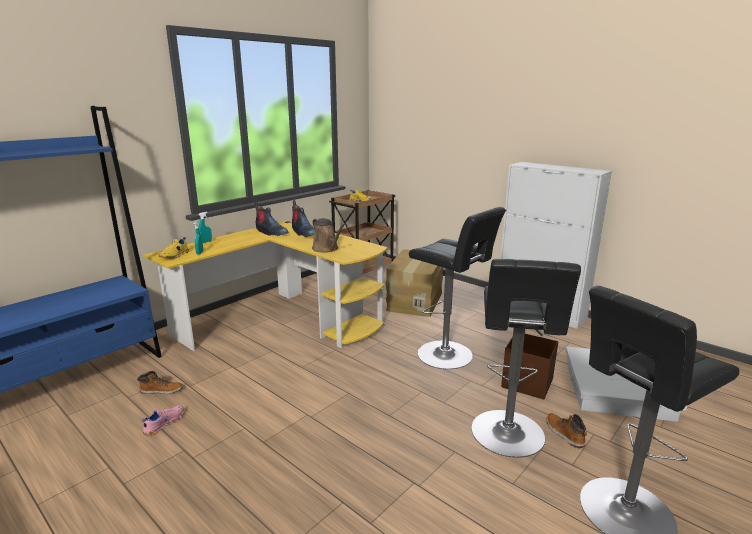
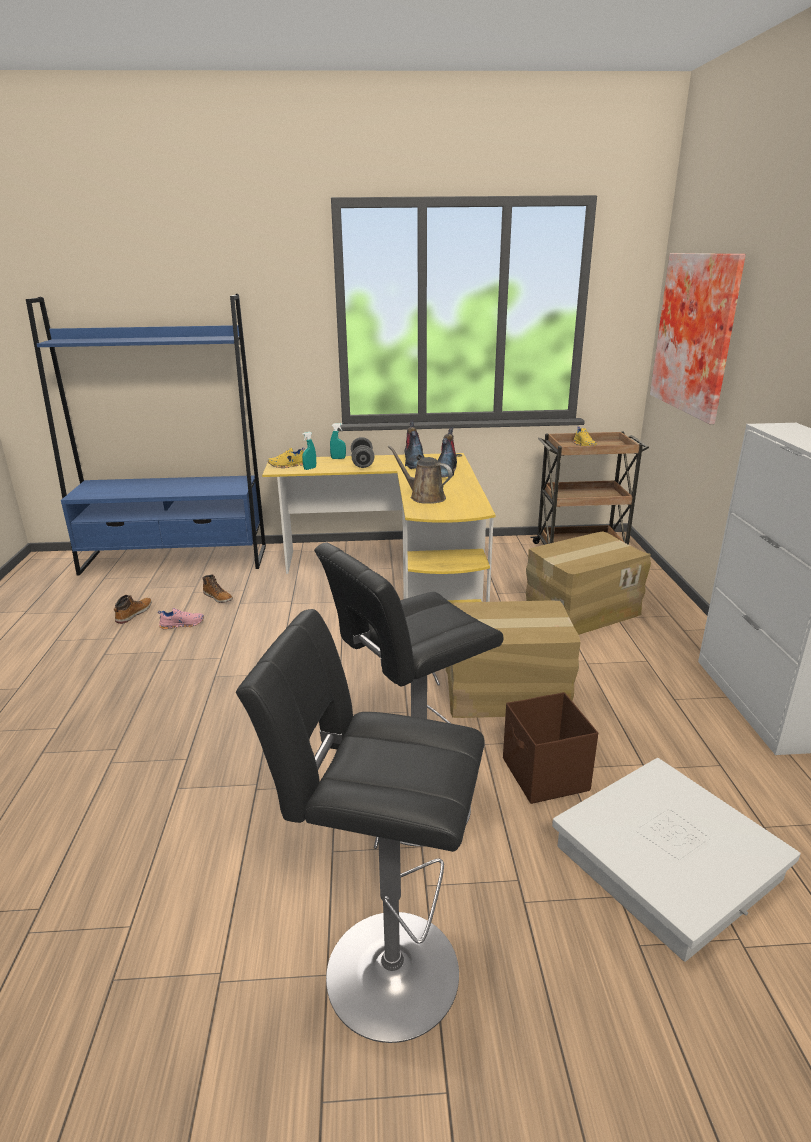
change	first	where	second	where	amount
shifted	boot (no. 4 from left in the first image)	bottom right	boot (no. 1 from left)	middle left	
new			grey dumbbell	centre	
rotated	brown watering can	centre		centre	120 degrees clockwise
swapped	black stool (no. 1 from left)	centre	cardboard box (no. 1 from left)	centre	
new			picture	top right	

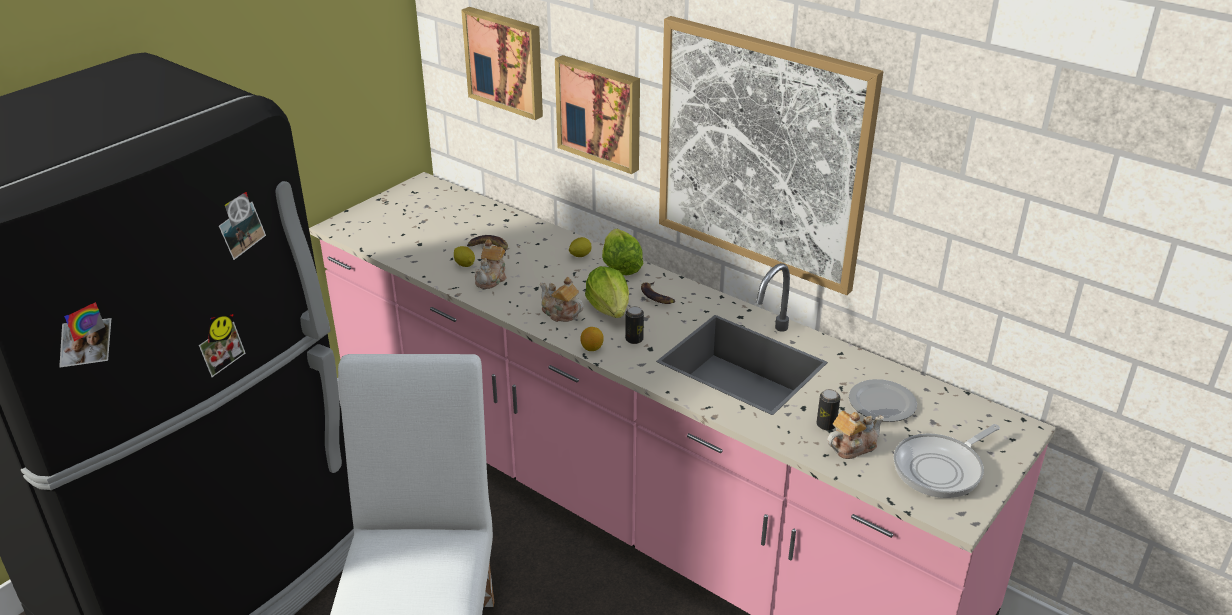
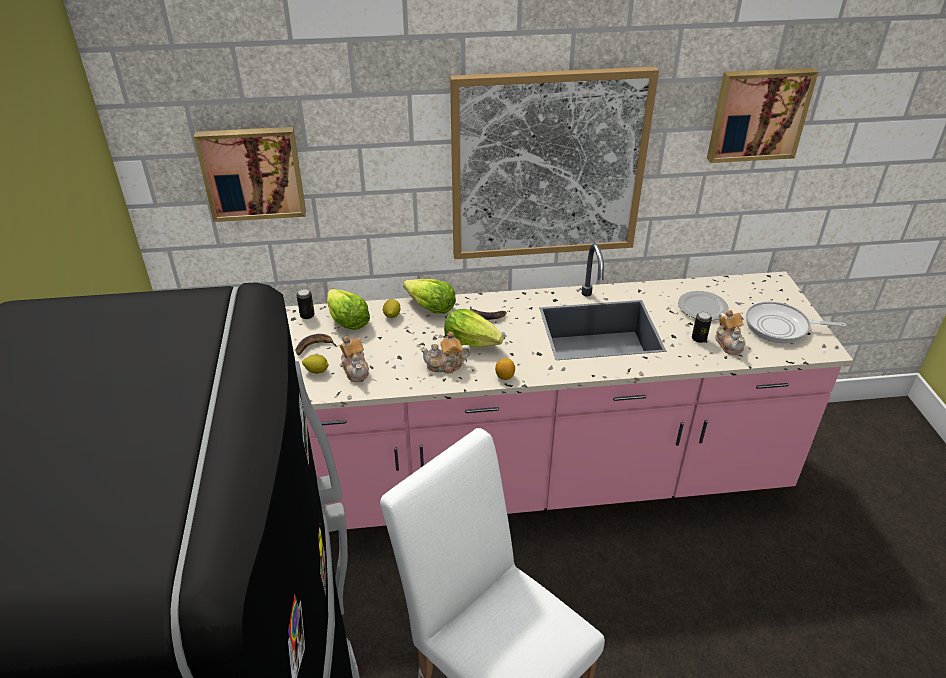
change	first	where	second	where	amount
shifted	can (no. 1 from left)	centre		middle left	
new			lettuce (no. 1 from left)	centre	
shifted	picture (no. 2 from left in the first image)	top centre	picture (no. 3 from left)	top right	
rotated	teapot (no. 3 from left)	bottom right		middle right	150 degrees clockwise
rotated	frying pan	bottom right		middle right	90 degrees clockwise

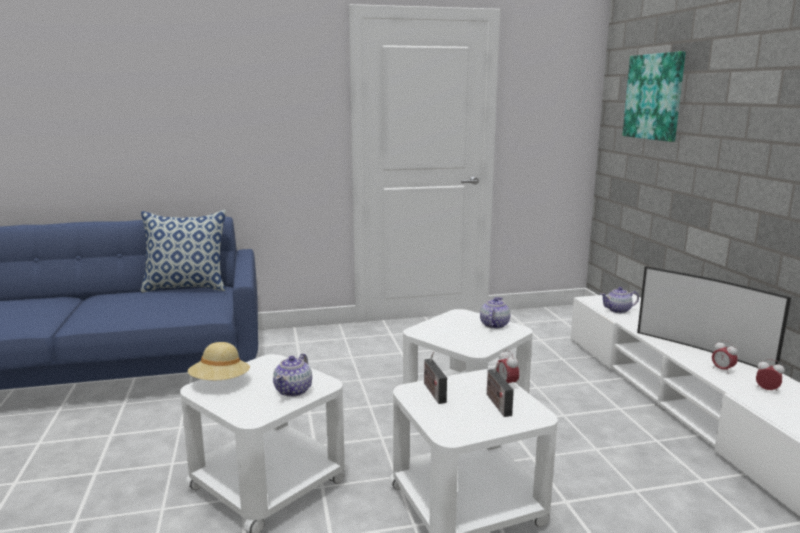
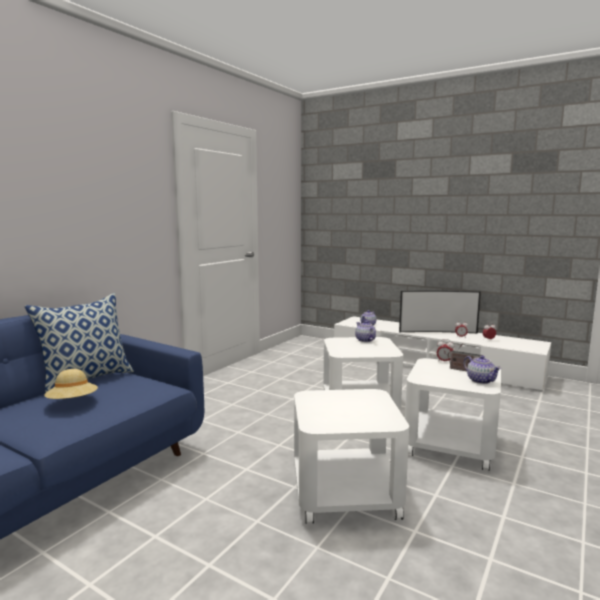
change	first	where	second	where	amount
shifted	beige hat	bottom left		middle left	
shifted	teapot (no. 1 from left in the first image)	bottom centre	teapot (no. 3 from left)	middle right	
gone	radio (no. 1 from left)	bottom centre			
gone	picture	top right			

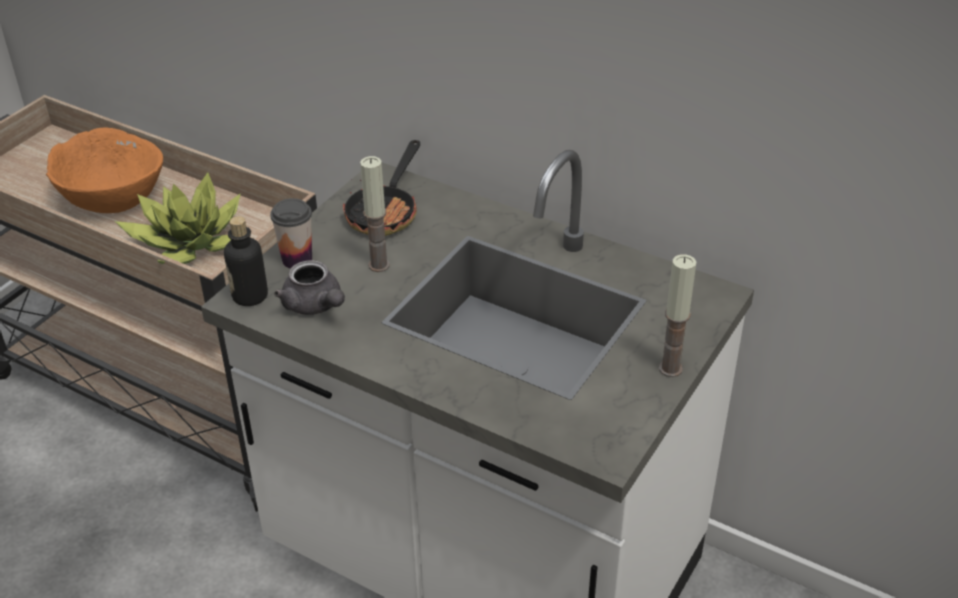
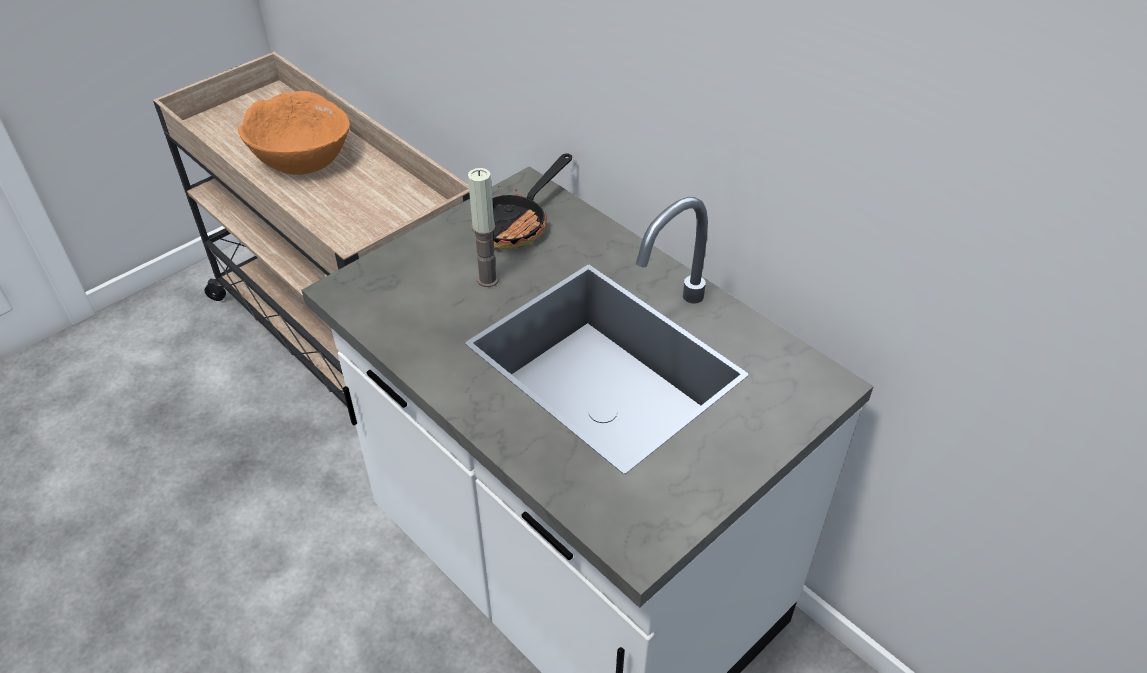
change	first	where	second	where	amount
gone	potted plant	middle left			
gone	bottle	middle left			
gone	cup	middle left			
gone	grey teapot	middle left			
gone	candle (no. 2 from left)	middle right			

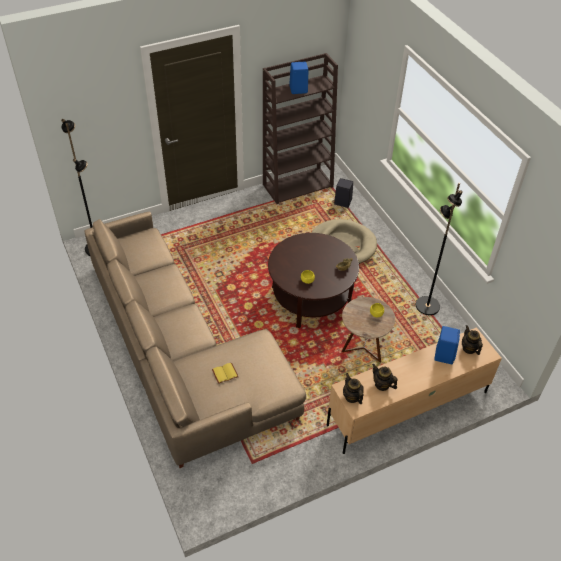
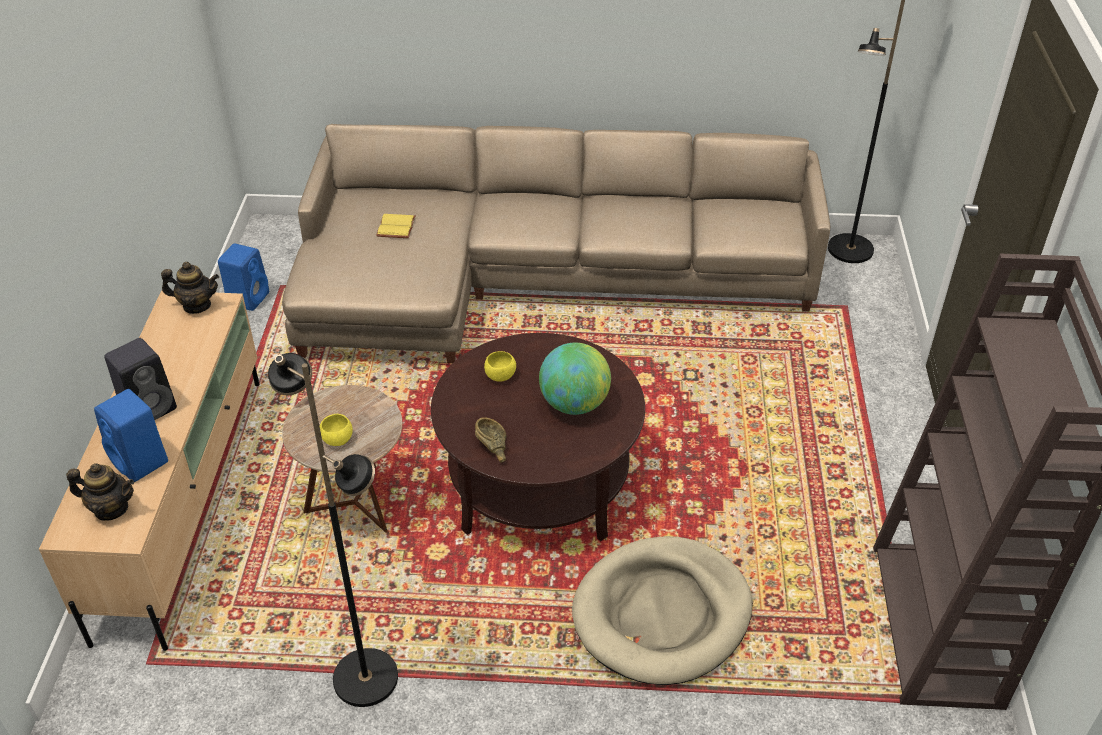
change	first	where	second	where	amount
shifted	black speaker	centre		middle left	
shifted	blue speaker (no. 1 from left in the first image)	top centre	blue speaker (no. 2 from left)	middle left	
new			globe	centre	
gone	teapot (no. 2 from left)	bottom right			

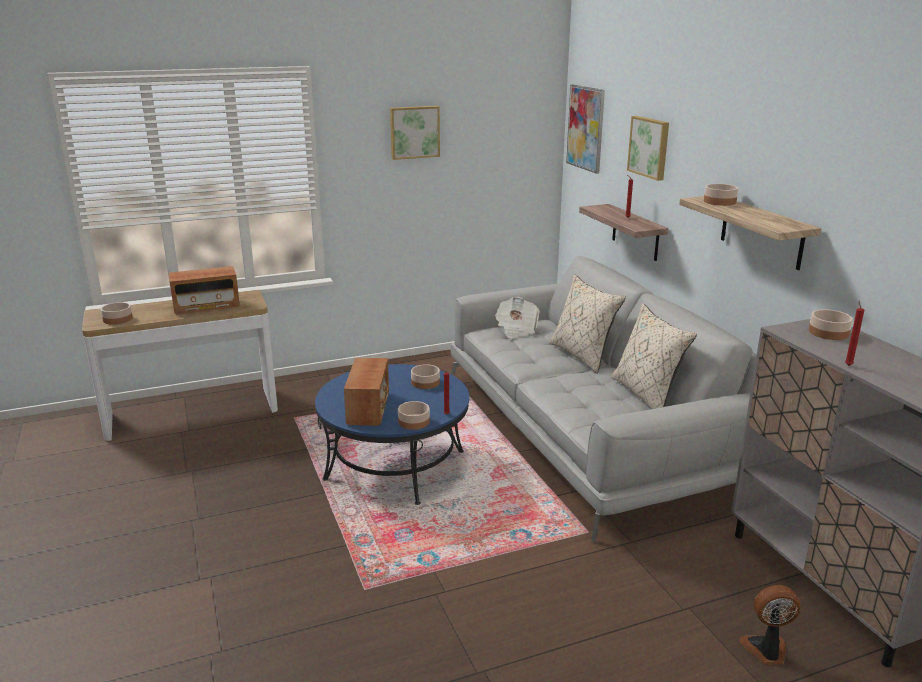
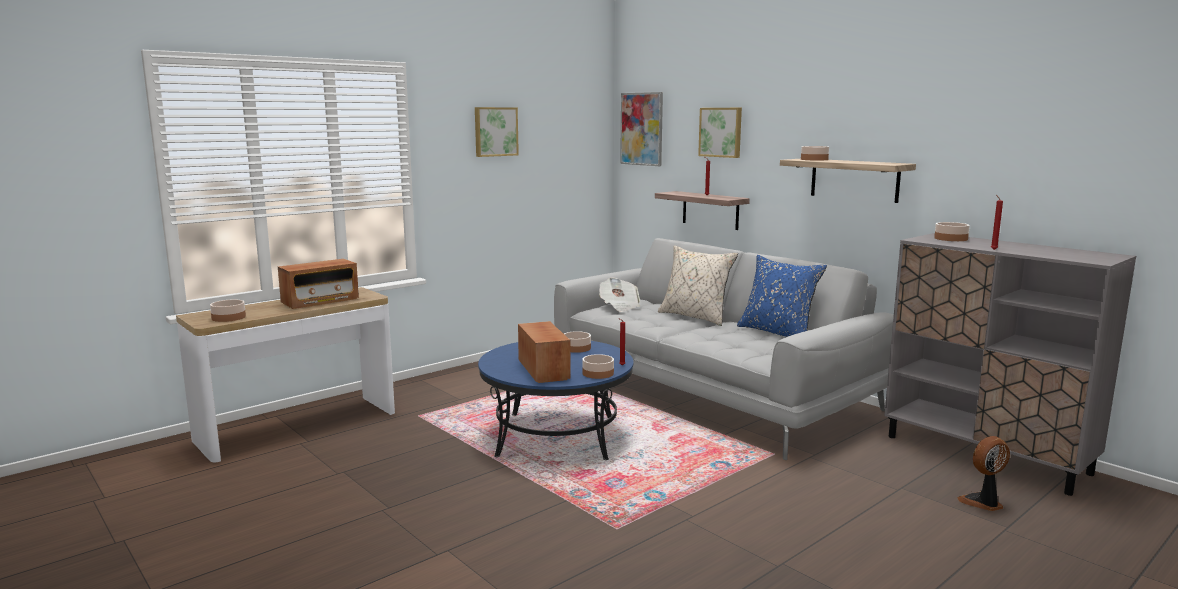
change	first	where	second	where	amount
repainted	beige pillow (no. 2 from left)	middle right	blue pillow	centre	

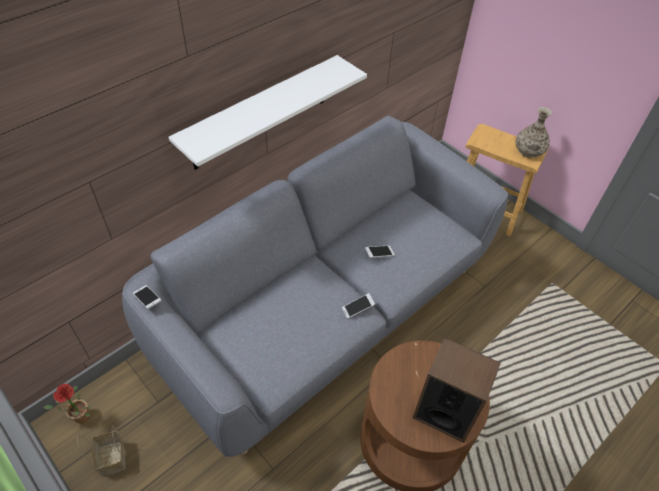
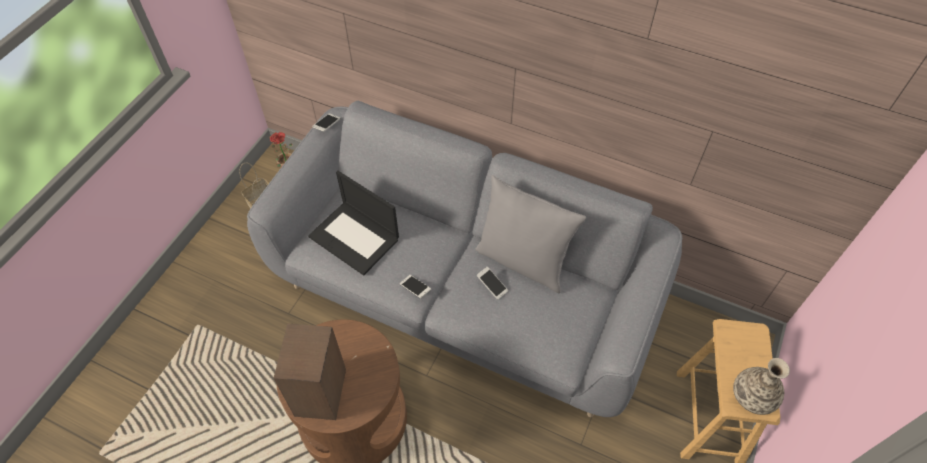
change	first	where	second	where	amount
new			laptop	centre	
new			grey pillow	centre	
gone	white shelf	top centre			

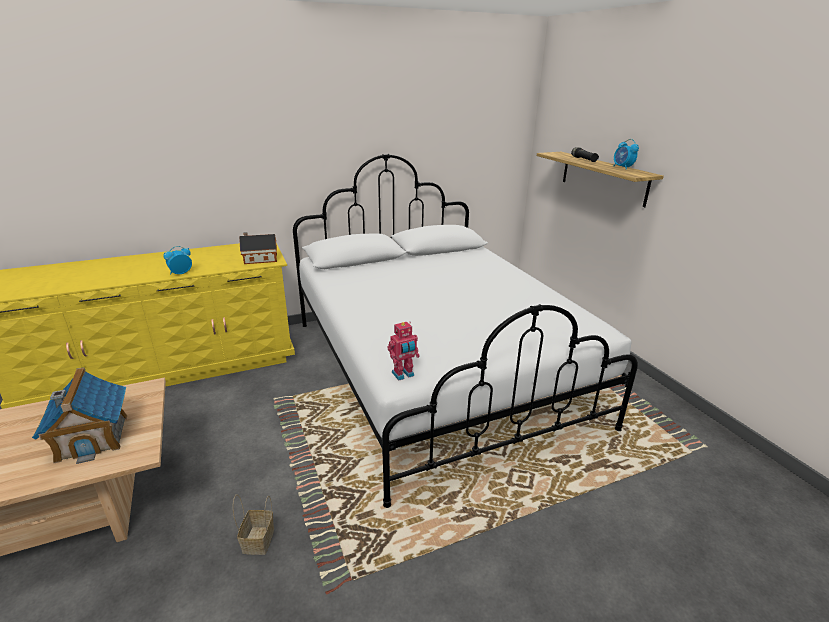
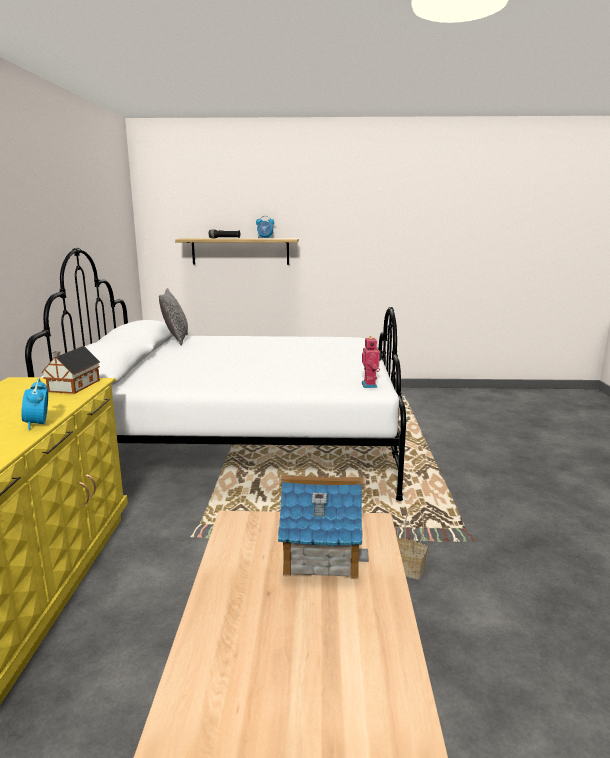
change	first	where	second	where	amount
new			pillow	middle left	

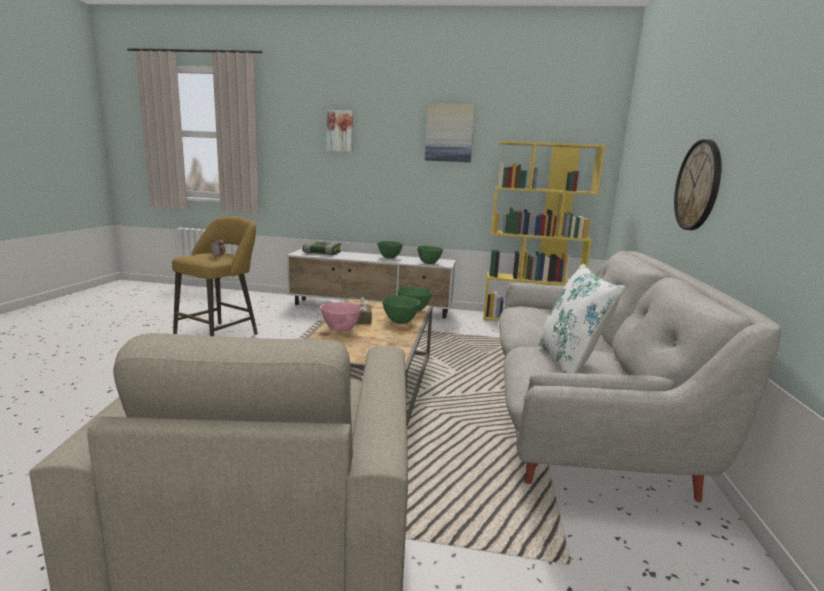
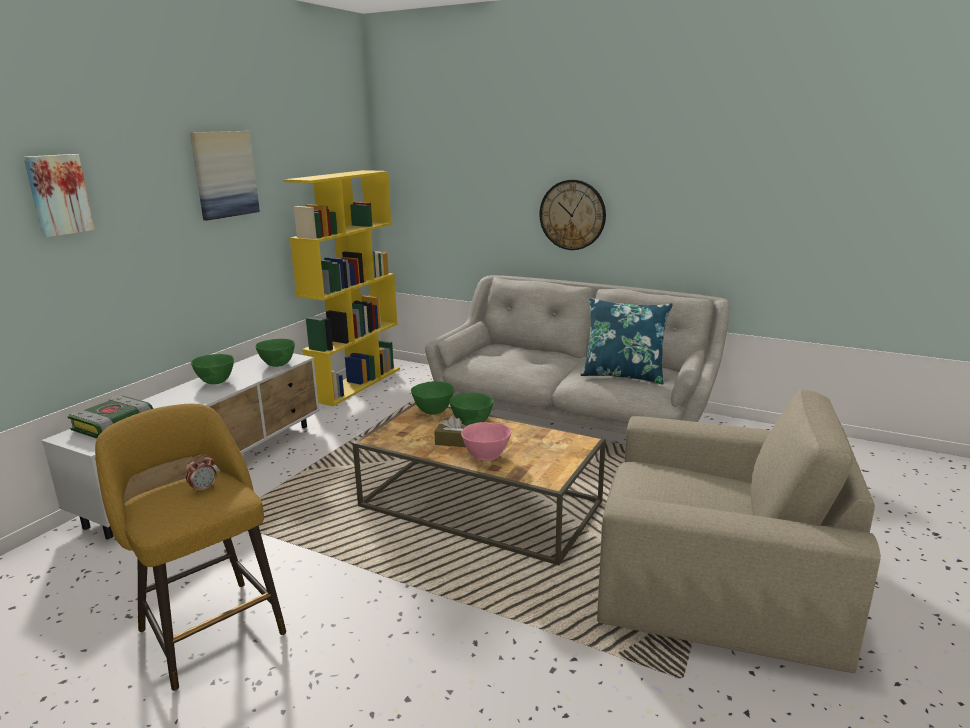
change	first	where	second	where	amount
repainted	white pillow	middle right	blue pillow	centre	

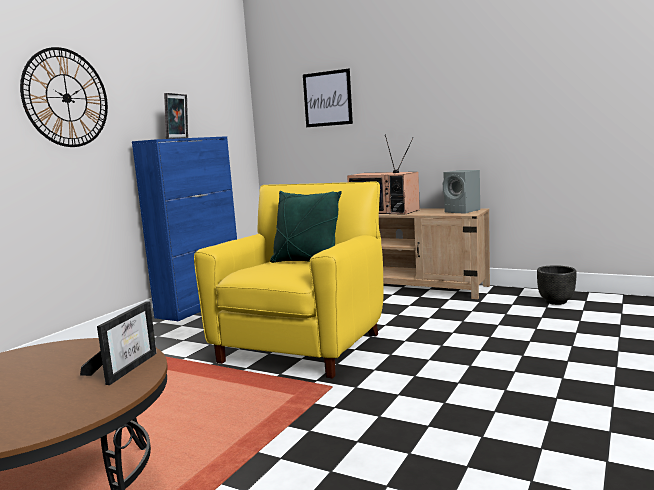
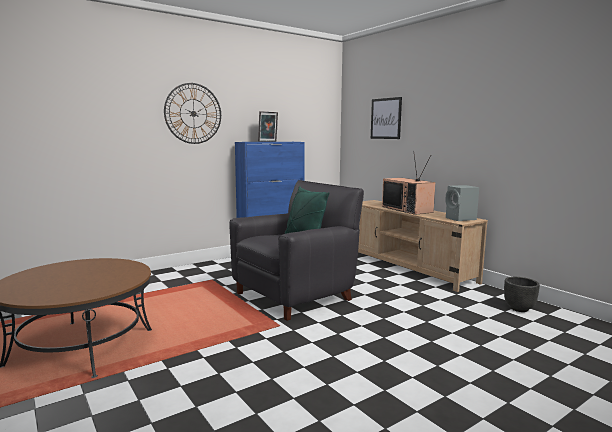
change	first	where	second	where	amount
repainted	yellow armchair	centre	black armchair	centre	
gone	picture frame (no. 1 from left)	bottom left			

